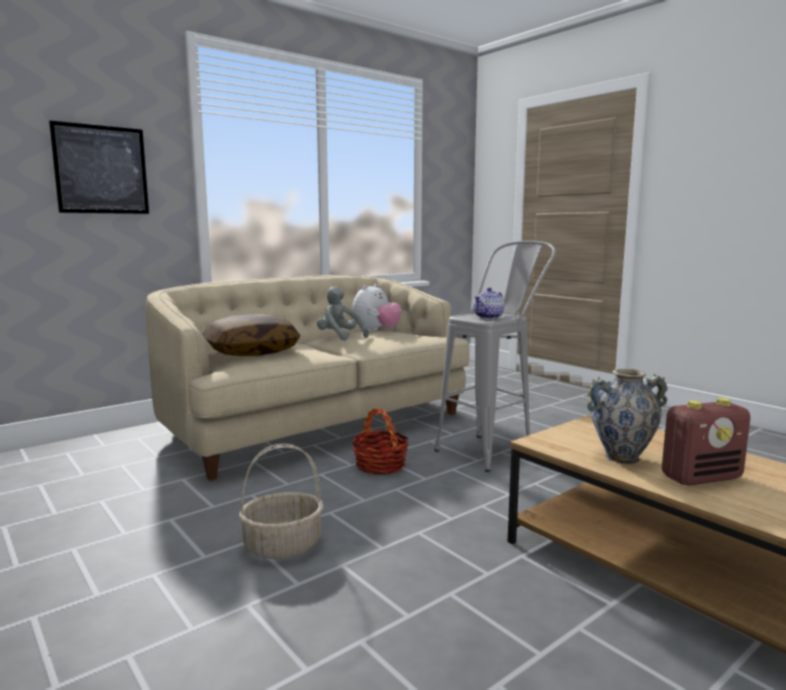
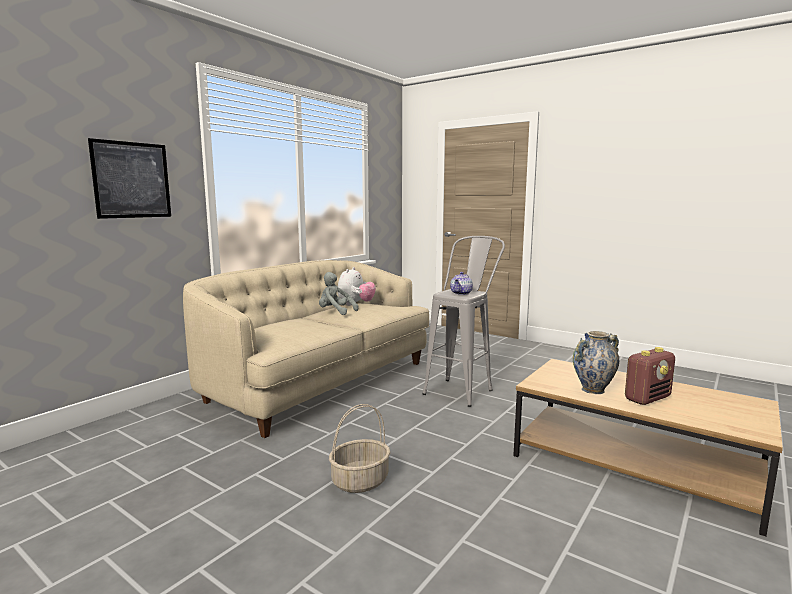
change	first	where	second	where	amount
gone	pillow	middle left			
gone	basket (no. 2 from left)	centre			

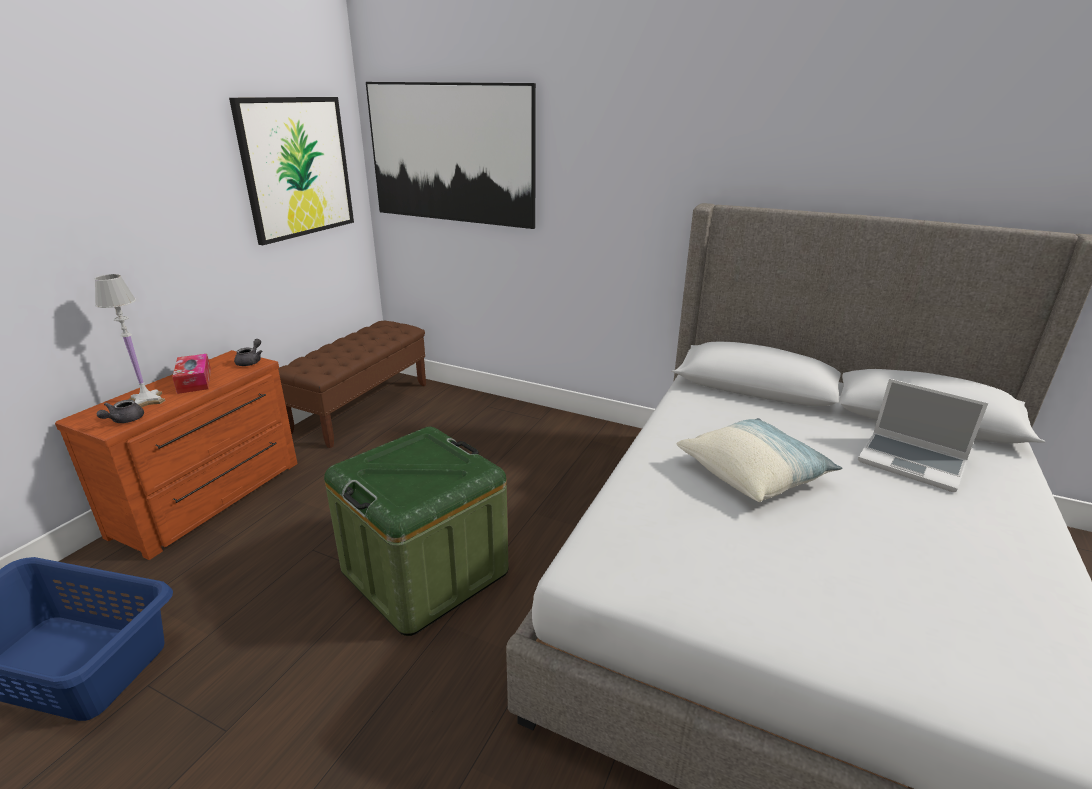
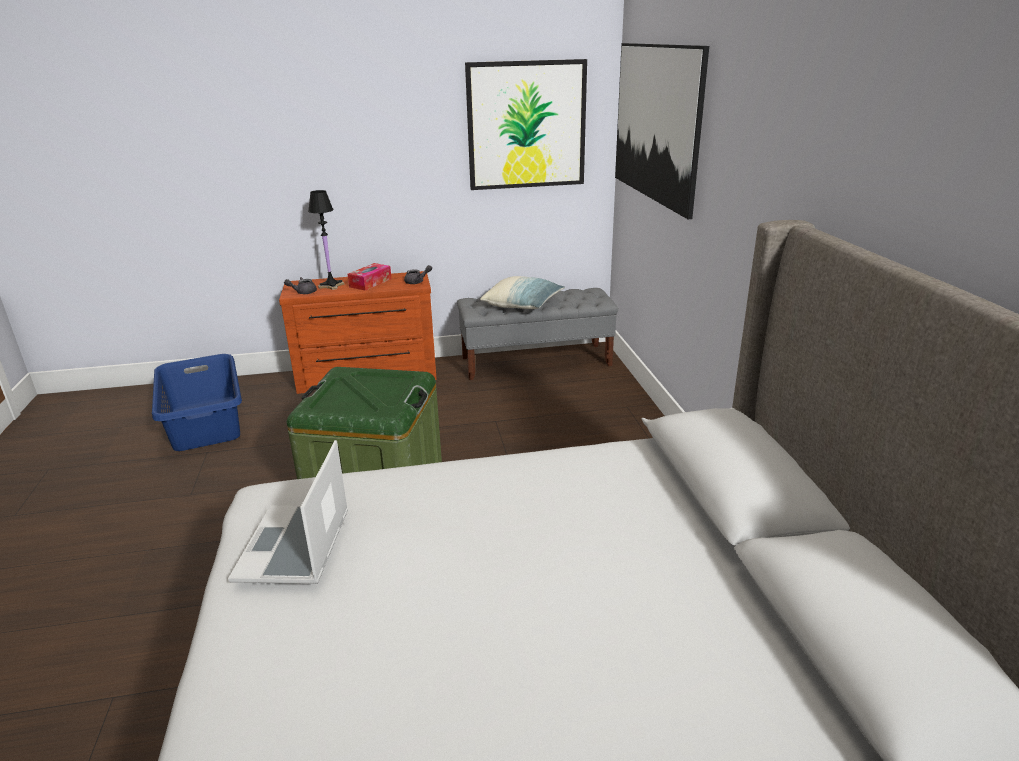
change	first	where	second	where	amount
shifted	laptop	middle right		bottom left	
repainted	white table lamp	middle left	black table lamp	top left	
repainted	brown bench	middle left	grey bench	centre	
shifted	pillow	middle right		centre	

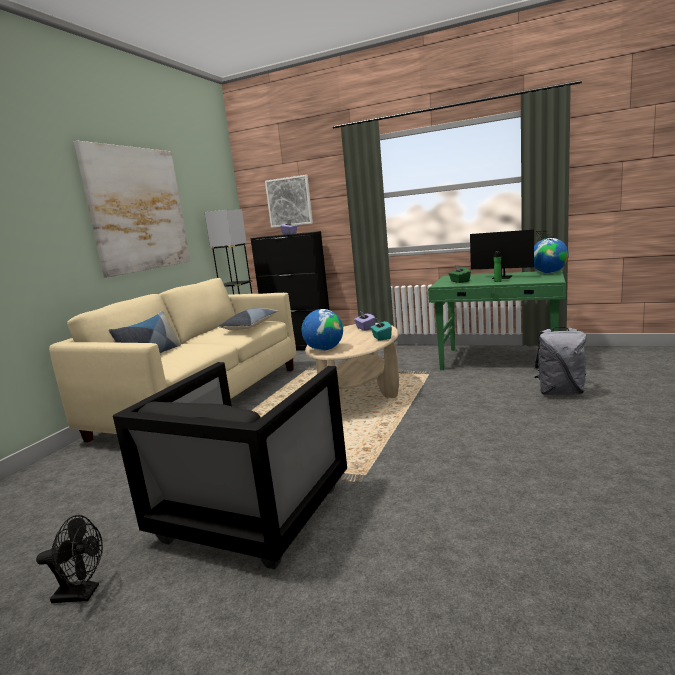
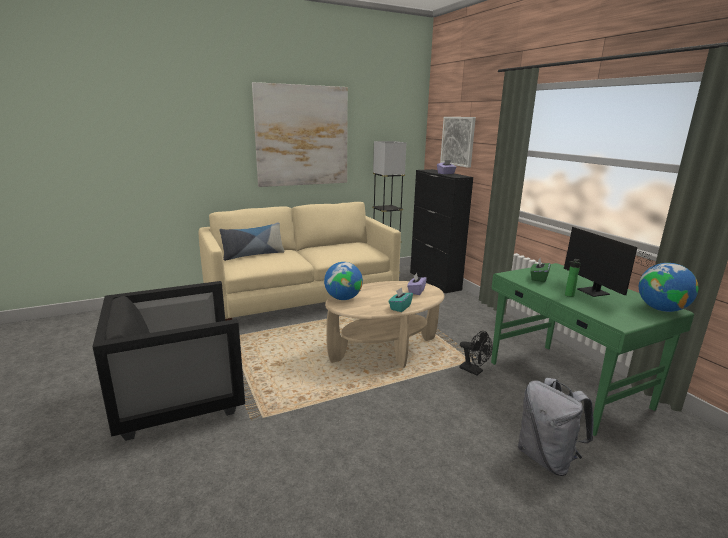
change	first	where	second	where	amount
shifted	black fan	bottom left		centre	
gone	pillow (no. 2 from left)	centre			

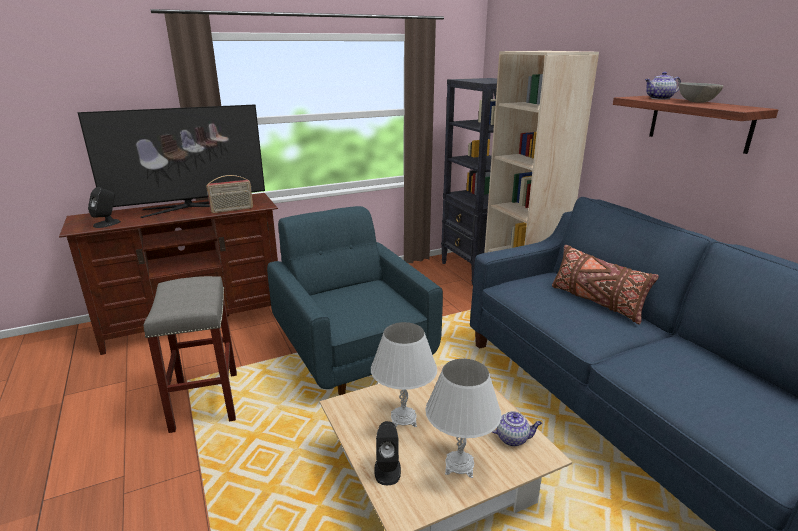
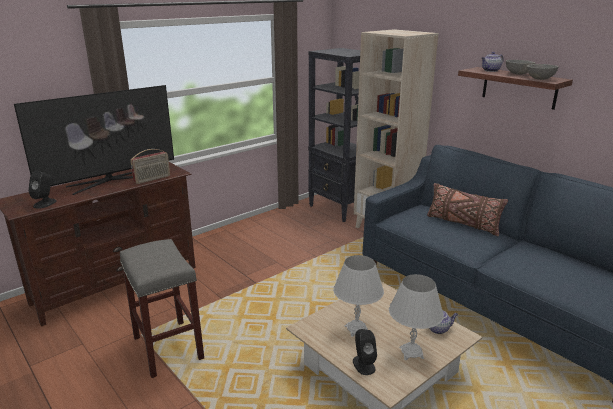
change	first	where	second	where	amount
new			grey bowl (no. 2 from left)	top right	
gone	blue armchair	centre			

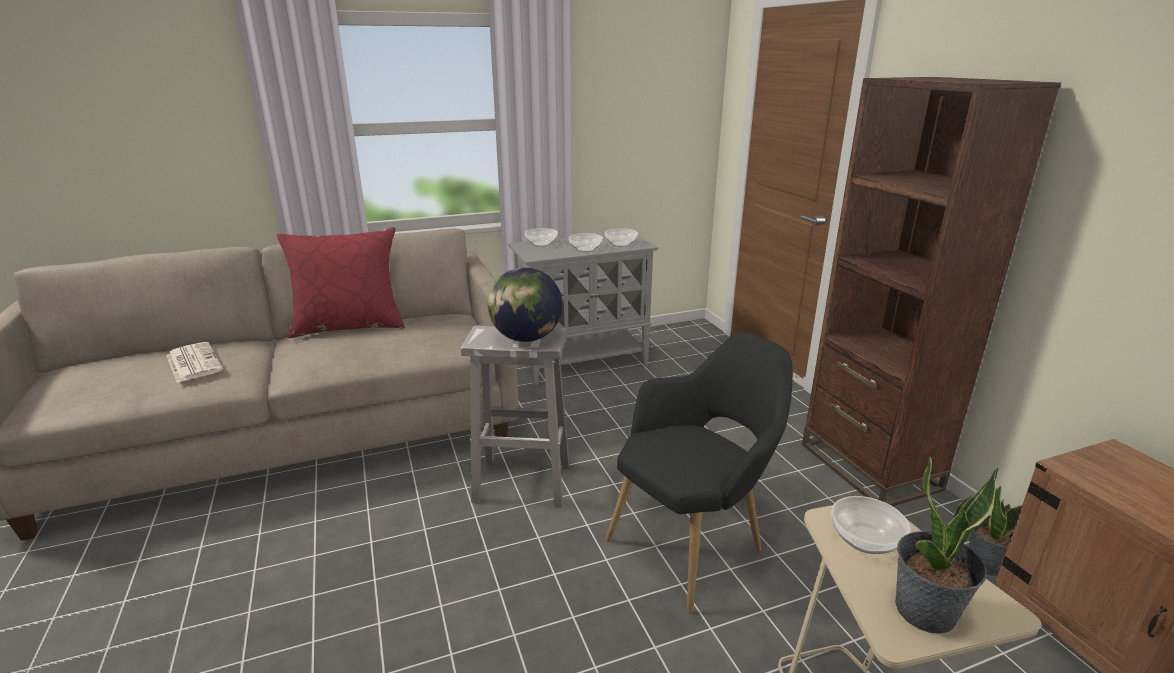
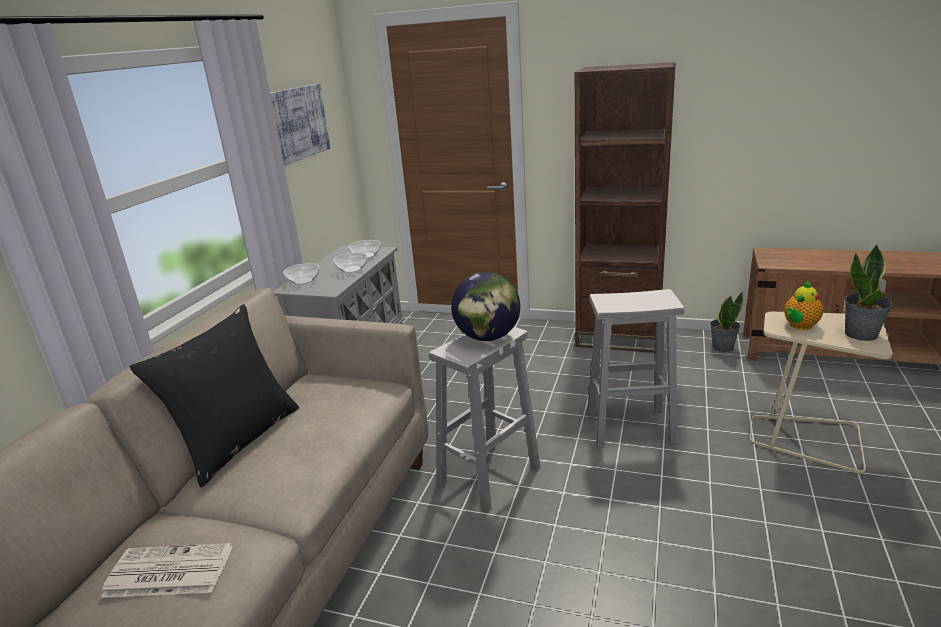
change	first	where	second	where	amount
repainted	red pillow	middle left	black pillow	middle left	
new			picture	top left	
swapped	black armchair	bottom centre	white stool (no. 2 from left)	middle right	
swapped	bowl (no. 4 from left)	bottom right	teapot	middle right	

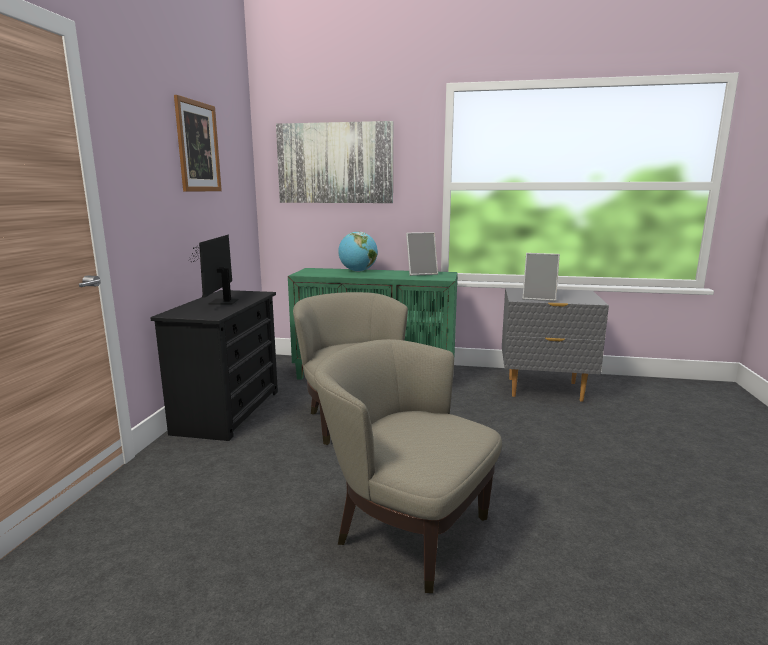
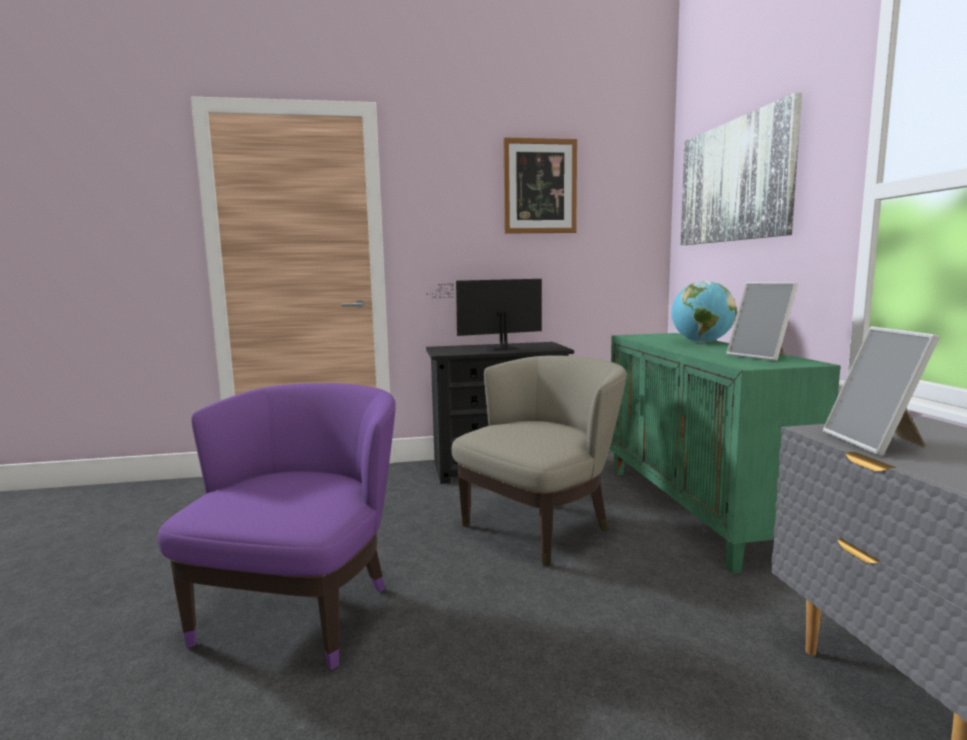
change	first	where	second	where	amount
repainted	beige armchair (no. 2 from left)	bottom centre	purple armchair	bottom left	

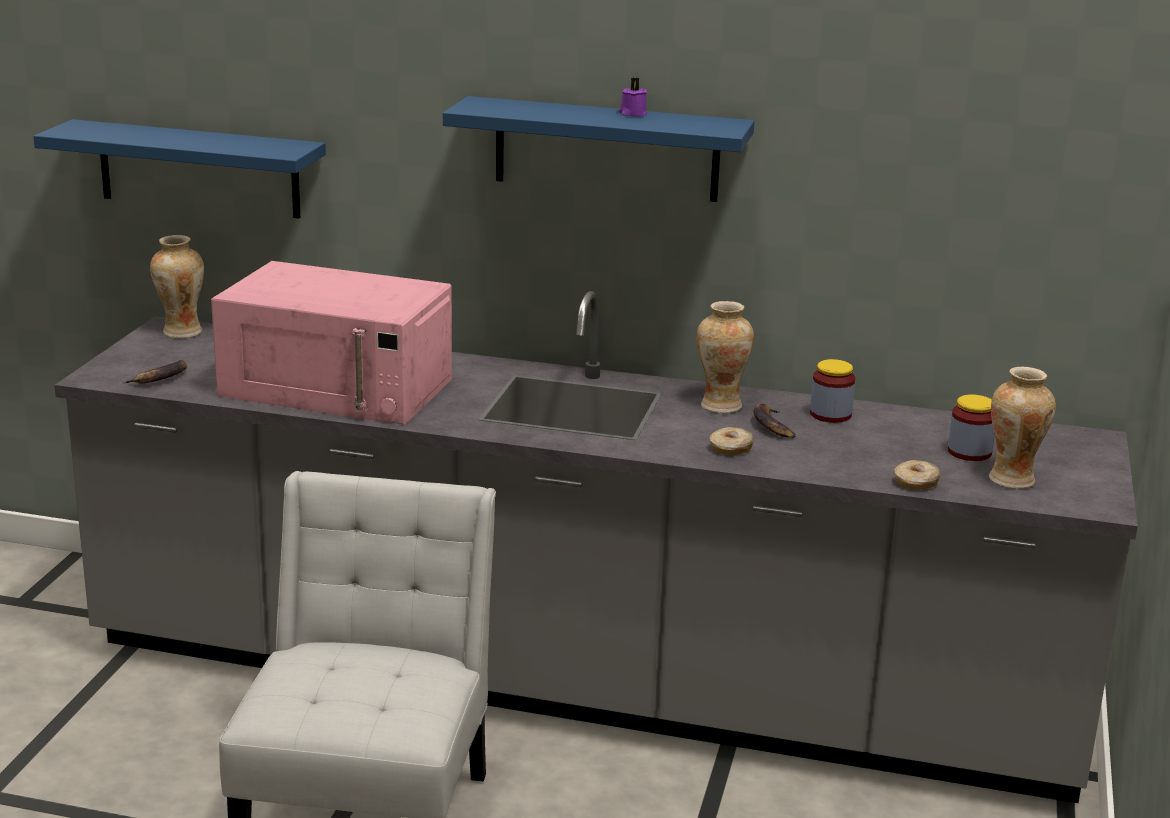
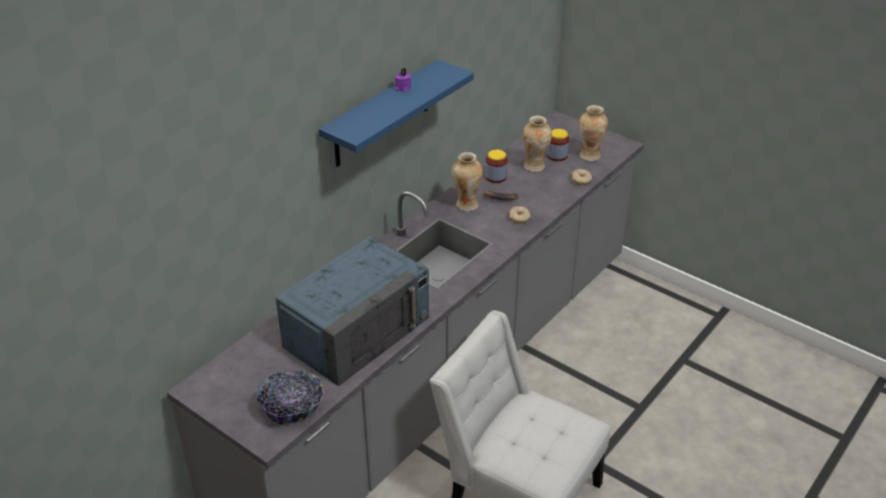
change	first	where	second	where	amount
swapped	banana (no. 1 from left)	middle left	bowl	bottom left	
repainted	pink microwave	middle left	blue microwave	centre	
shifted	vase (no. 1 from left in the first image)	middle left	vase (no. 2 from left)	top centre	
gone	blue shelf (no. 1 from left)	top left			

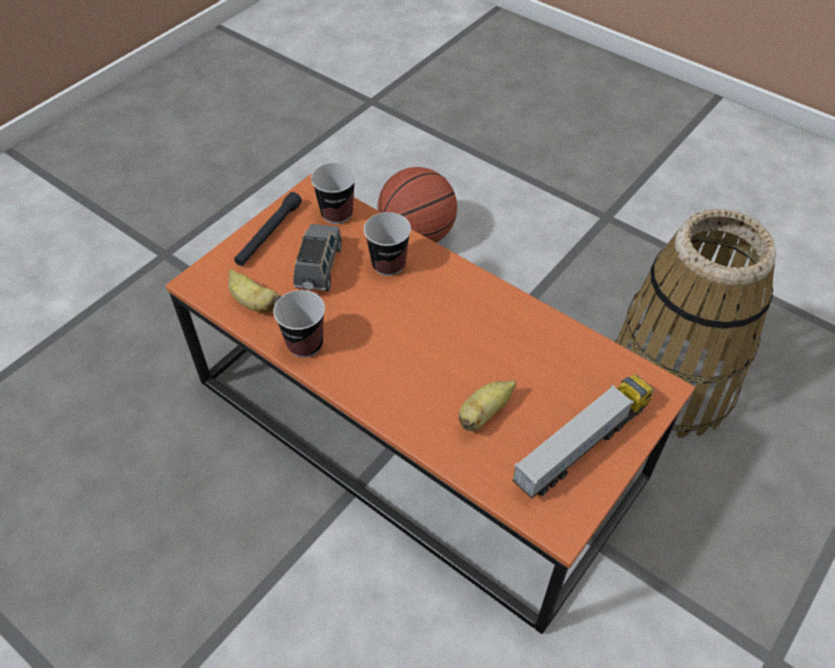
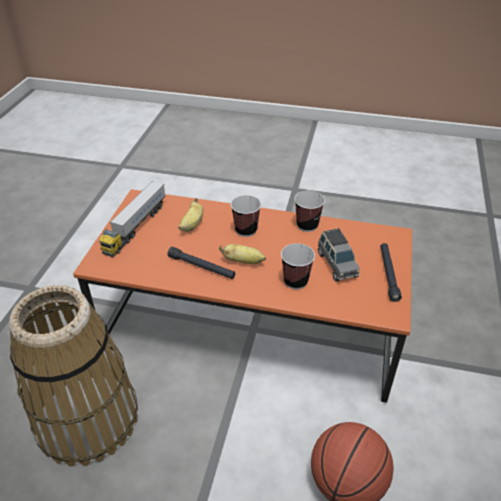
change	first	where	second	where	amount
new			black flashlight (no. 1 from left)	centre	
shifted	banana (no. 1 from left in the first image)	middle left	banana (no. 2 from left)	centre	
shifted	cup (no. 2 from left in the first image)	top centre	cup (no. 1 from left)	centre	

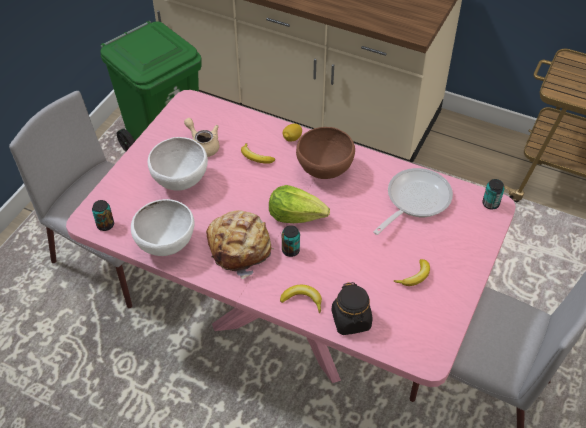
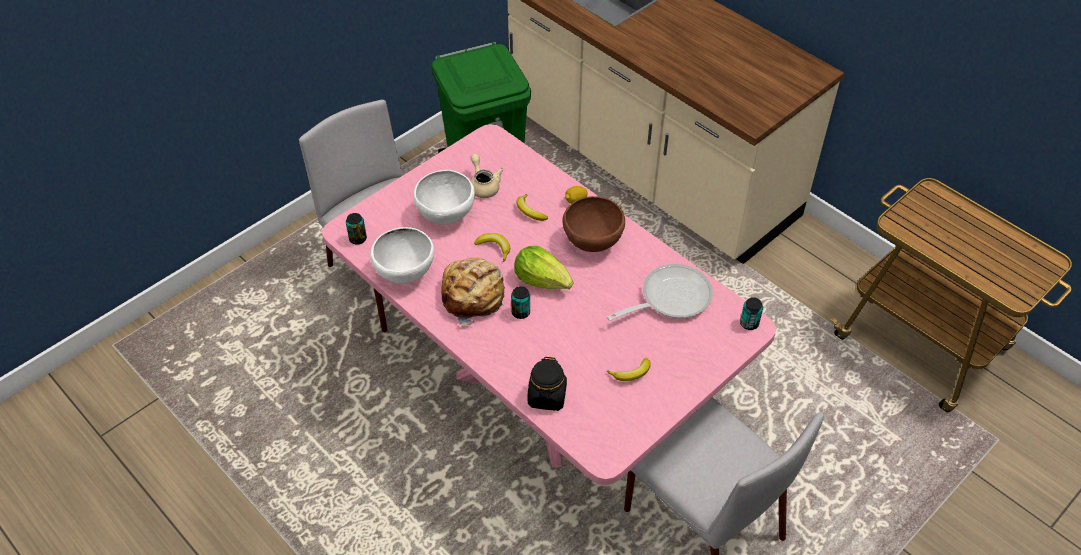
change	first	where	second	where	amount
shifted	banana (no. 2 from left in the first image)	bottom centre	banana (no. 1 from left)	centre	

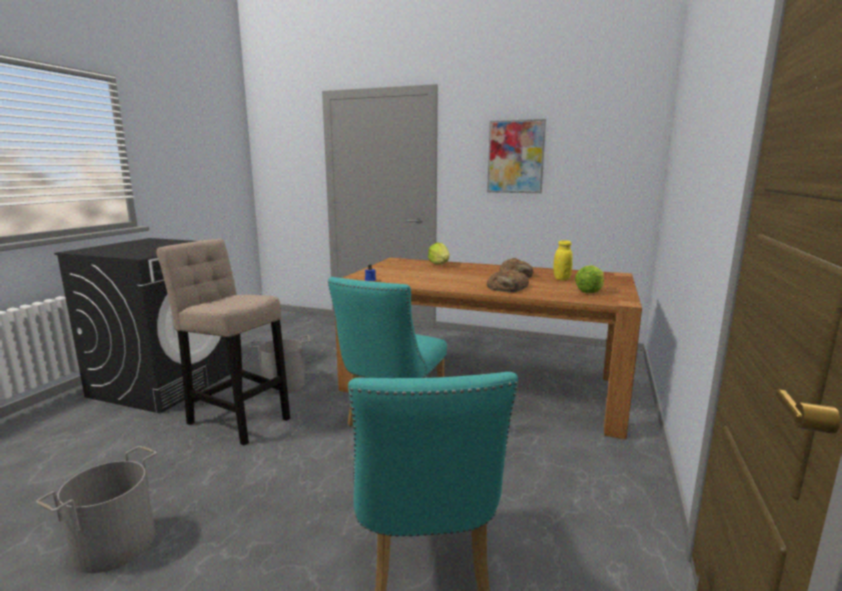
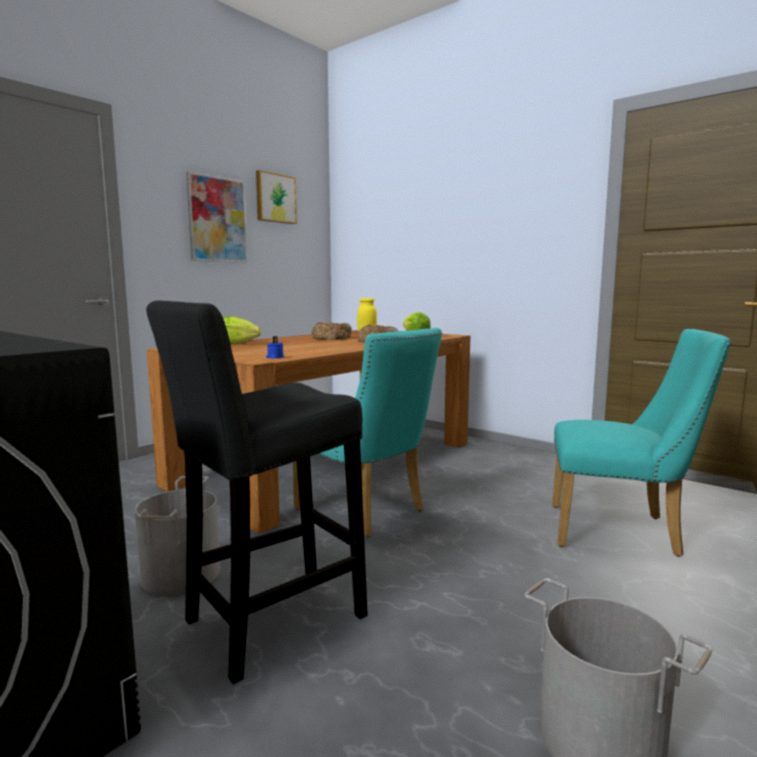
change	first	where	second	where	amount
repainted	beige stool	middle left	black stool	centre	
new			picture (no. 2 from left)	top centre	

